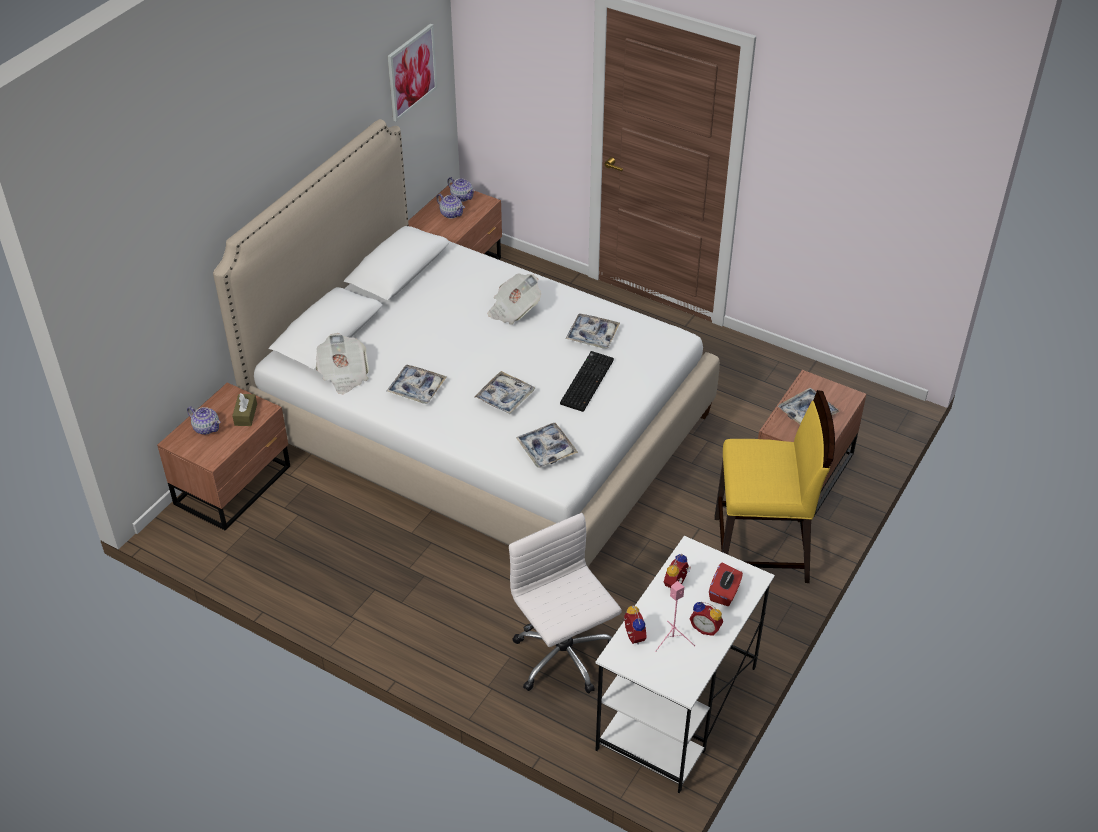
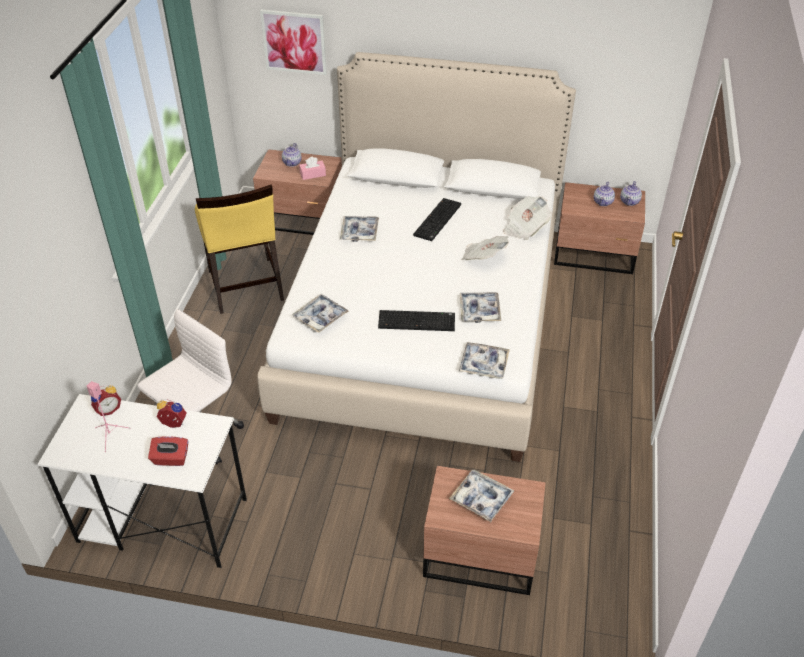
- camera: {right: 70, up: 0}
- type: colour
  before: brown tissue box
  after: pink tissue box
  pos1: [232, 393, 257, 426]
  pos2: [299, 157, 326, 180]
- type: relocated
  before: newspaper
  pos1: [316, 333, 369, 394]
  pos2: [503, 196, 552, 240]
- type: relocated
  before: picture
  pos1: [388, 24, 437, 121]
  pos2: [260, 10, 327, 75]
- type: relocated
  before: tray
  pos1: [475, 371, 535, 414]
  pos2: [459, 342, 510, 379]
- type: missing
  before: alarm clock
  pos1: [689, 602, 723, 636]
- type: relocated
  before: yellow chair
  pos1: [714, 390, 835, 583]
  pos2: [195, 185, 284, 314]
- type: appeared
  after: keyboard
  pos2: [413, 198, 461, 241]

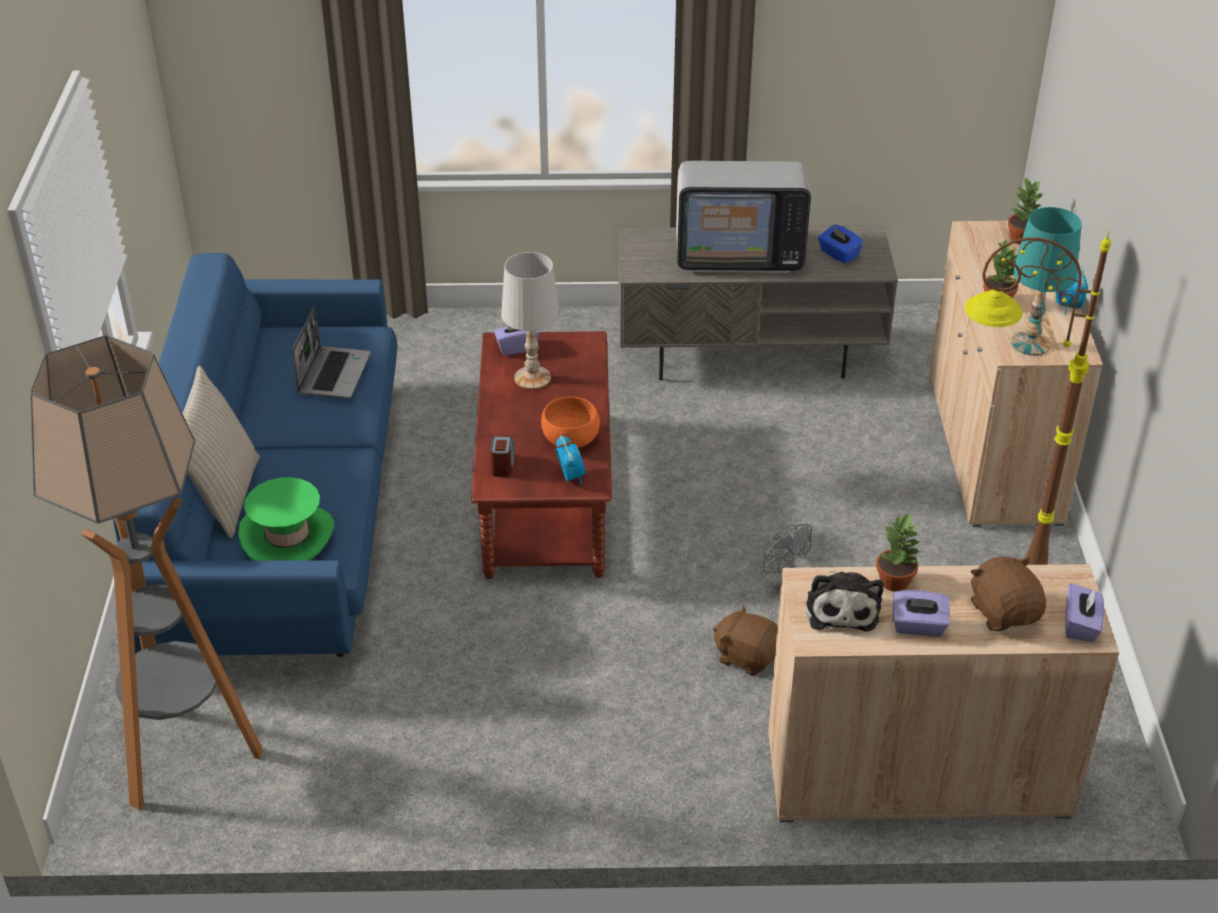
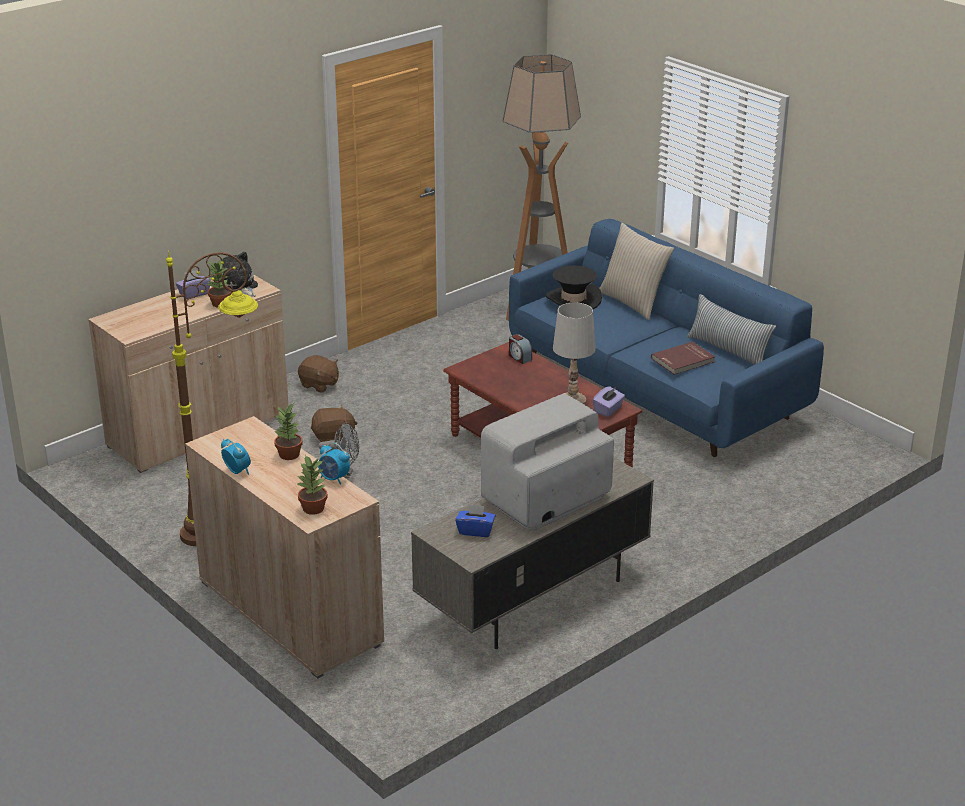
- camera: {right: 140, up: -10}
- type: colour
  before: green hat
  after: black hat
  pos1: [238, 477, 334, 561]
  pos2: [546, 265, 602, 309]
- type: exchanged
  before: laptop
  after: red book
  pos1: [292, 305, 371, 398]
  pos2: [651, 342, 715, 375]
- type: missing
  before: orange bowl
  pos1: [541, 397, 600, 448]
- type: relocated
  before: alarm clock
  pos1: [556, 435, 586, 485]
  pos2: [318, 443, 350, 485]
- type: relocated
  before: brown plush toy
  pos1: [970, 556, 1046, 631]
  pos2: [298, 355, 339, 393]
- type: missing
  before: turquoise table lamp
  pos1: [1011, 207, 1082, 356]
- type: missing
  before: purple tissue box
  pos1: [1065, 583, 1104, 642]
- type: appeared
  after: pillow
  pos2: [687, 294, 776, 365]

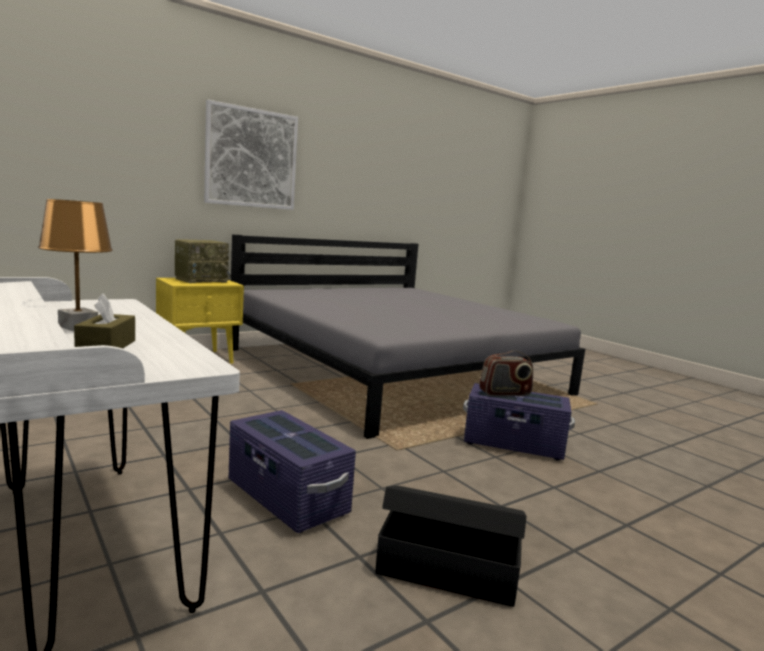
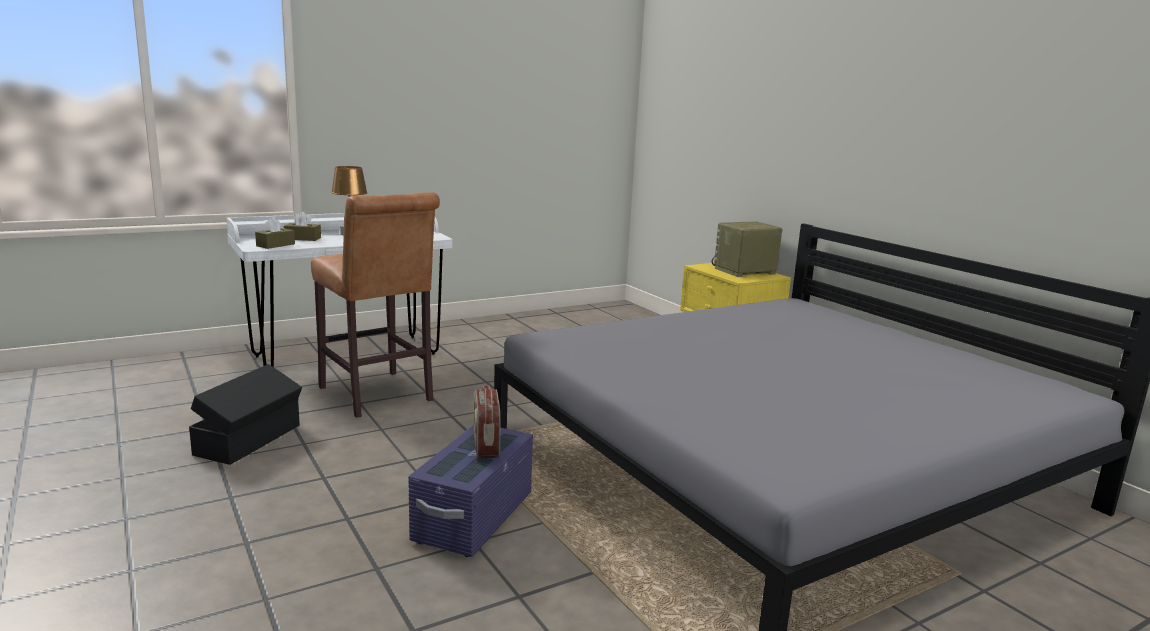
- camera: {right: 95, up: 5}
- type: spun
  before: radio
  pos1: [175, 239, 231, 283]
  pos2: [712, 221, 782, 277]
  turn: 105
- type: missing
  before: picture
  pos1: [204, 100, 298, 210]
- type: exchanged
  before: purple storage box
  after: brown stool
  pos1: [229, 410, 356, 533]
  pos2: [311, 193, 440, 418]
- type: appeared
  after: brown tissue box
  pos2: [255, 217, 295, 249]

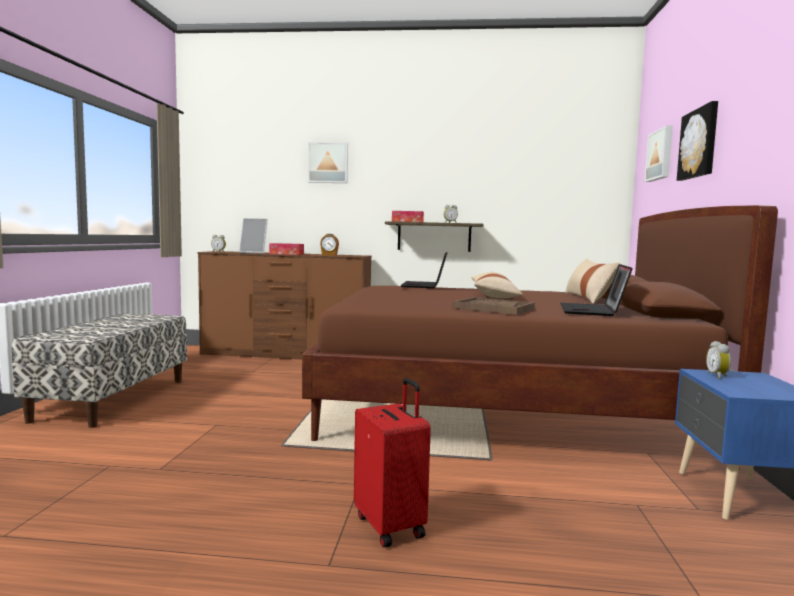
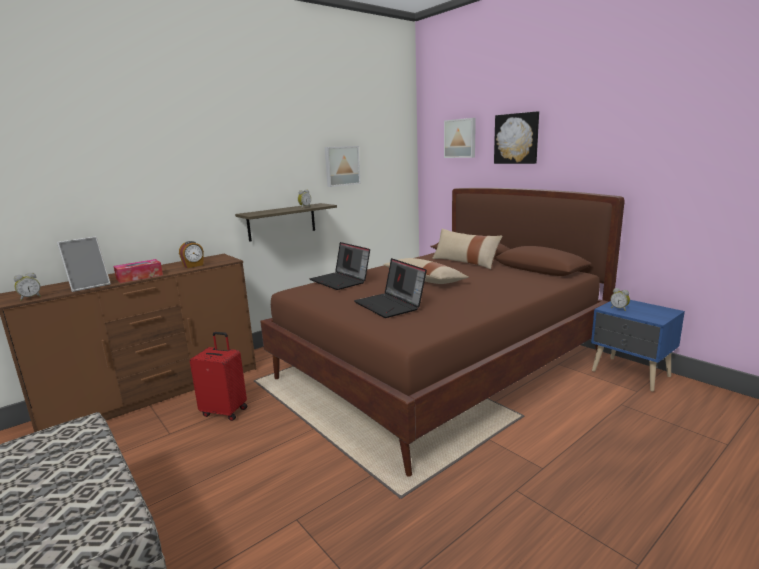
- camera: {right: -45, up: 10}
- type: relocated
  before: picture
  pos1: [308, 142, 348, 183]
  pos2: [325, 146, 361, 187]
- type: relocated
  before: red suitcase
  pos1: [354, 378, 431, 548]
  pos2: [190, 332, 247, 421]
- type: missing
  before: tissue box
  pos1: [392, 211, 424, 222]
- type: missing
  before: brown tray
  pos1: [452, 297, 535, 315]
- type: relocated
  before: laptop
  pos1: [560, 264, 633, 316]
  pos2: [354, 258, 427, 318]

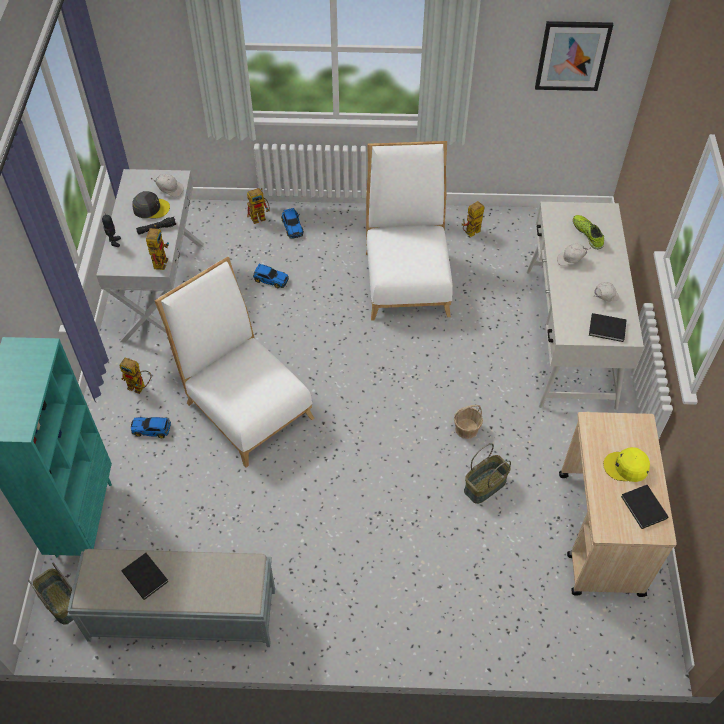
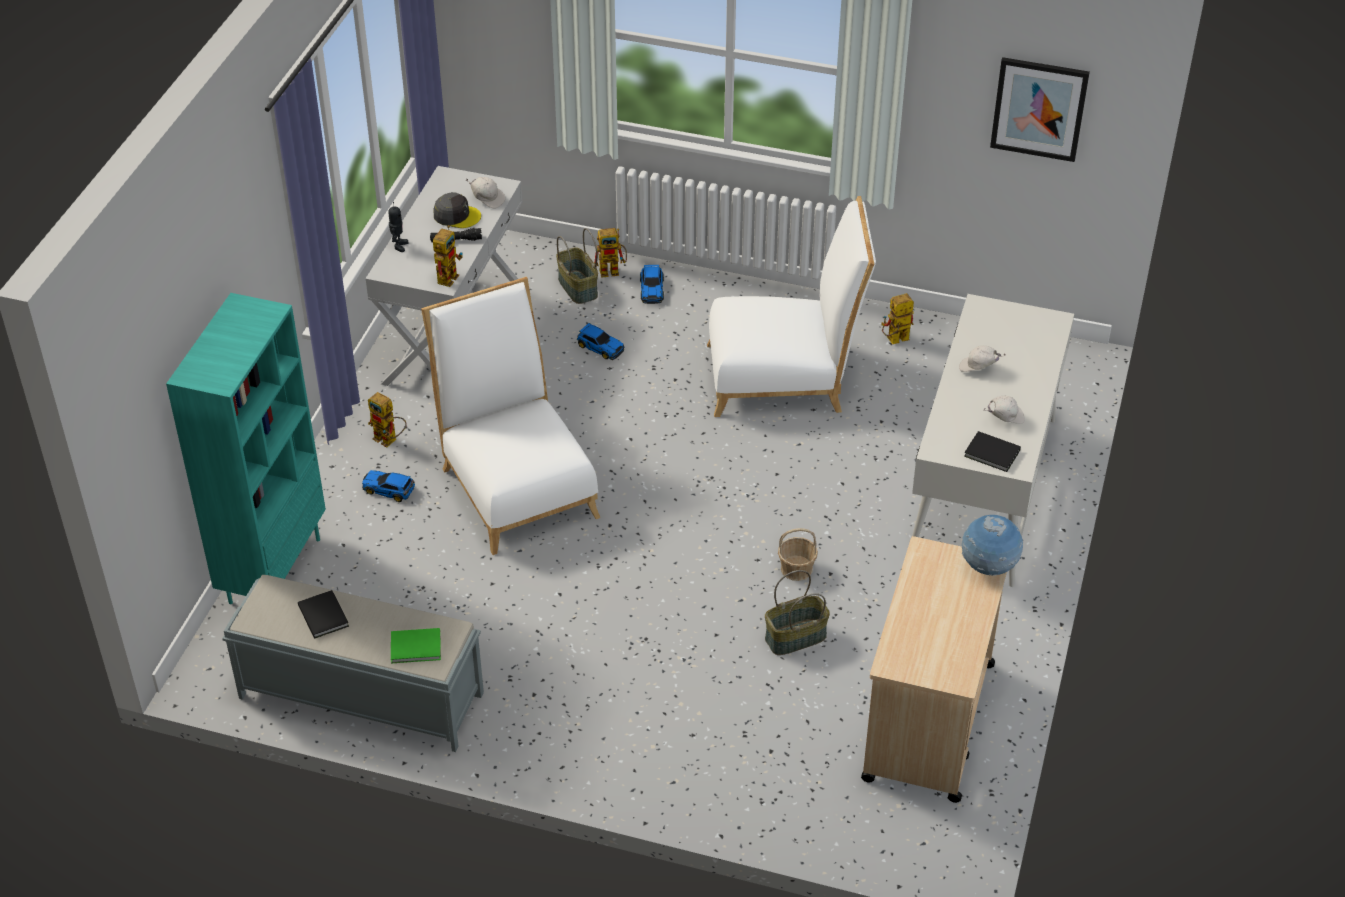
- camera: {right: 15, up: -10}
- type: relocated
  before: basket
  pos1: [28, 563, 73, 625]
  pos2: [556, 228, 598, 304]
- type: spun
  before: white chair
  pos1: [366, 141, 453, 321]
  pos2: [707, 196, 876, 417]
  turn: 75
- type: missing
  before: shoe
  pos1: [573, 215, 604, 250]
- type: missing
  before: yellow cap
  pos1: [603, 447, 650, 482]
- type: missing
  before: black book
  pos1: [621, 485, 668, 529]
- type: appeared
  after: green book
  pos2: [391, 628, 441, 663]
- type: appeared
  after: globe
  pos2: [962, 515, 1023, 575]

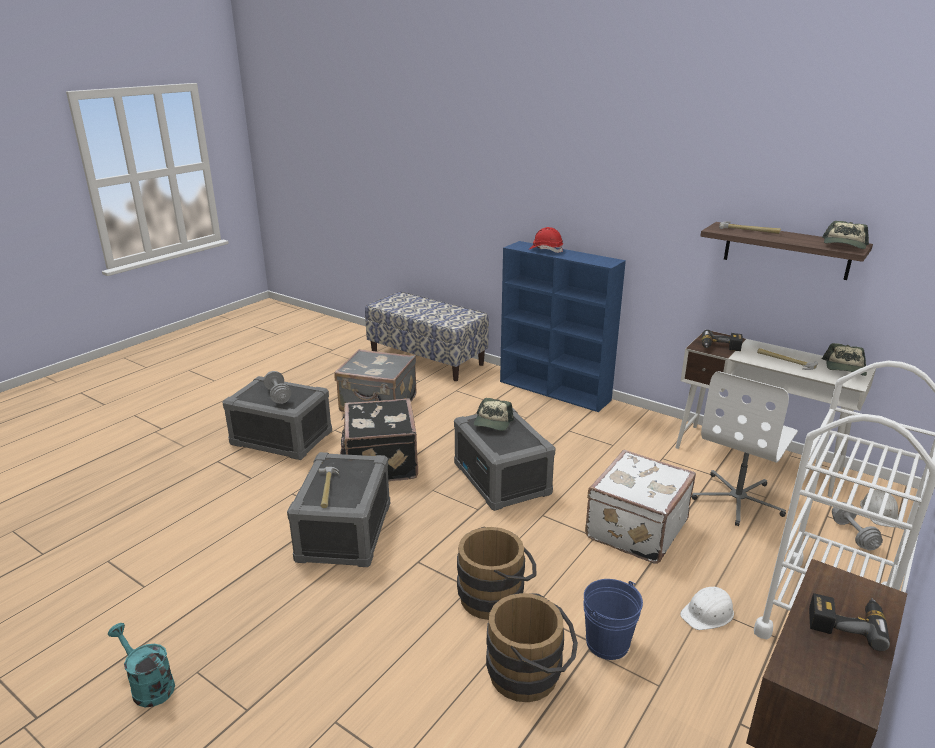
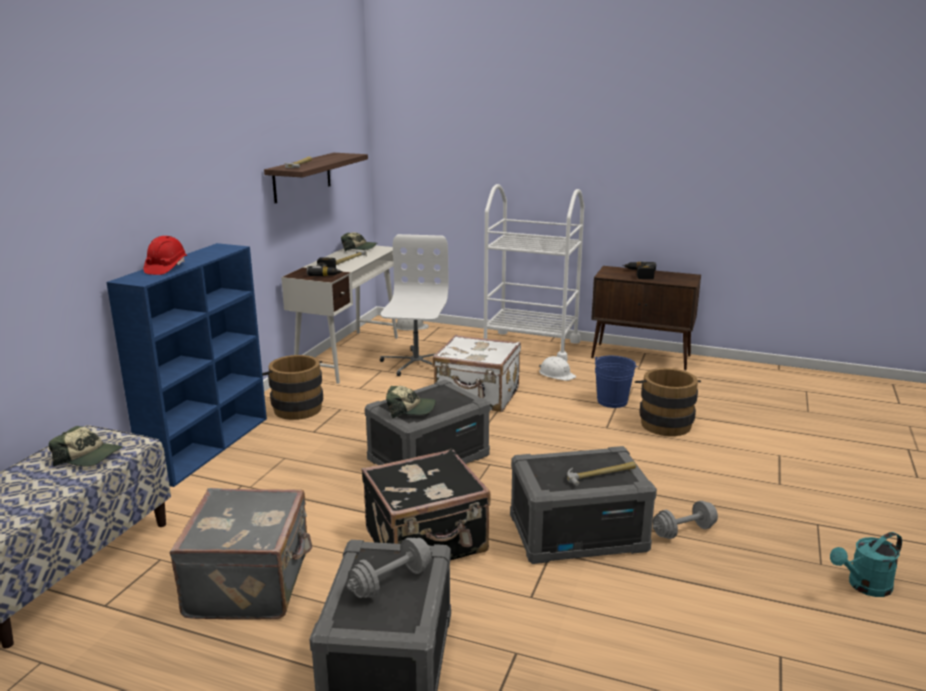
- camera: {right: -105, up: -5}
- type: spun
  before: turquoise watering can
  pos1: [107, 623, 175, 707]
  pos2: [830, 532, 902, 597]
  turn: 45
- type: relocated
  before: brown bucket
  pos1: [457, 527, 537, 620]
  pos2: [262, 355, 323, 420]
- type: spun
  before: white office chair
  pos1: [692, 371, 798, 526]
  pos2: [380, 234, 449, 376]
  turn: -105
- type: relocated
  before: cap
  pos1: [822, 221, 869, 249]
  pos2: [49, 426, 123, 466]
- type: relocated
  before: grey dumbbell
  pos1: [832, 502, 883, 551]
  pos2: [653, 501, 718, 539]

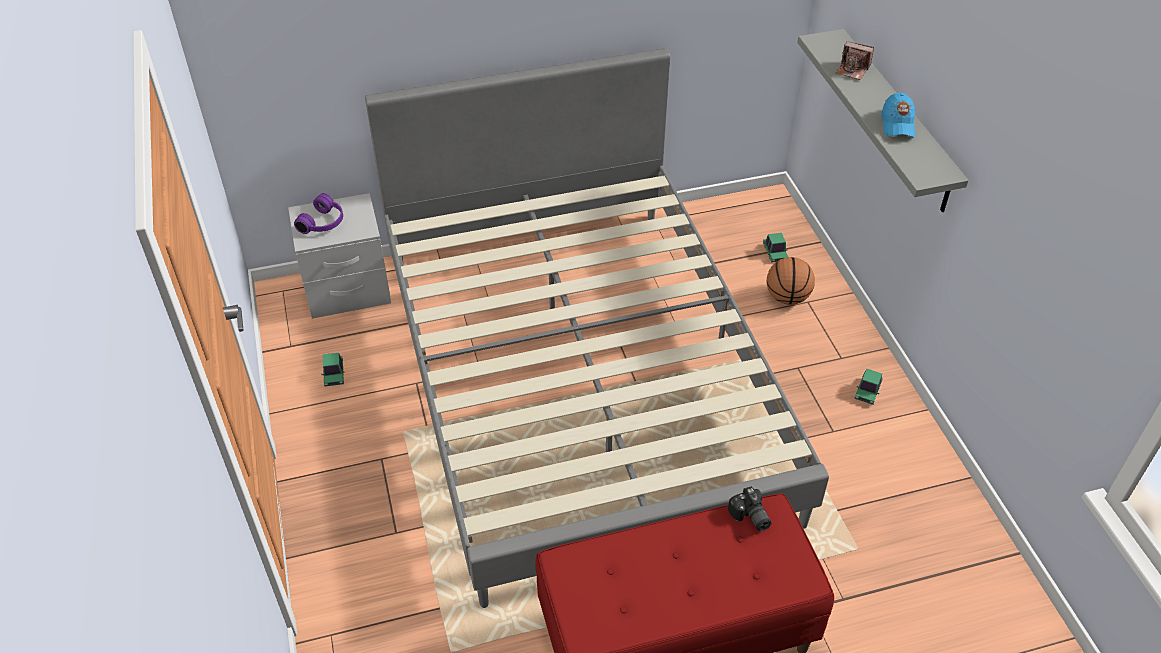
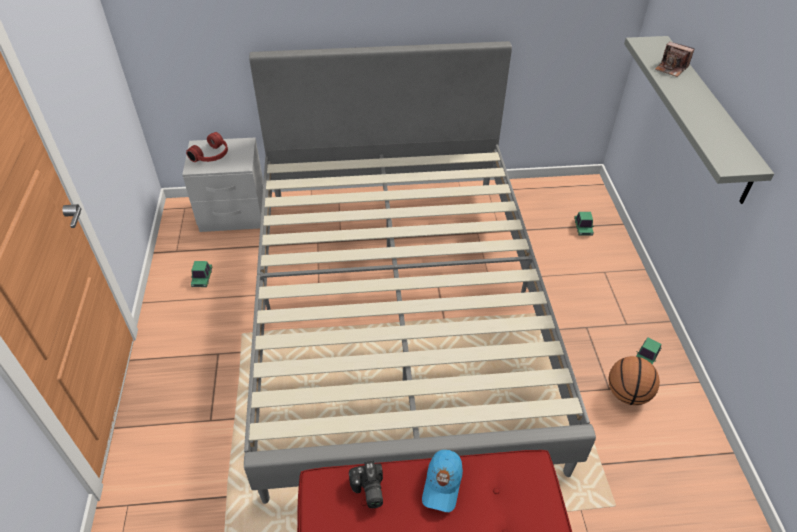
- camera: {right: 10, up: 0}
- type: colour
  before: purple headphones
  after: red headphones
  pos1: [294, 193, 343, 234]
  pos2: [186, 132, 228, 162]
- type: relocated
  before: photo camera
  pos1: [728, 486, 771, 531]
  pos2: [349, 461, 383, 508]
- type: relocated
  before: basketball
  pos1: [767, 257, 815, 305]
  pos2: [608, 356, 660, 405]
- type: relocated
  before: blue cap
  pos1: [881, 93, 915, 137]
  pos2: [422, 450, 463, 512]

